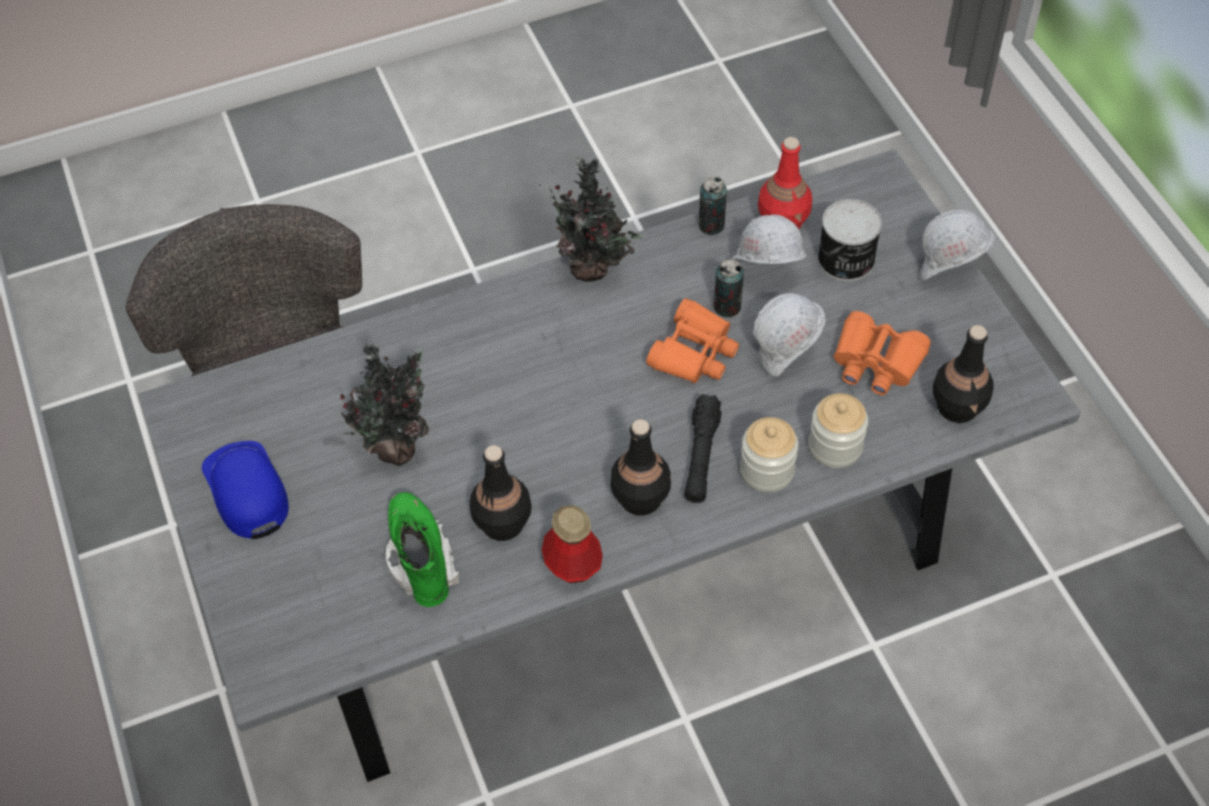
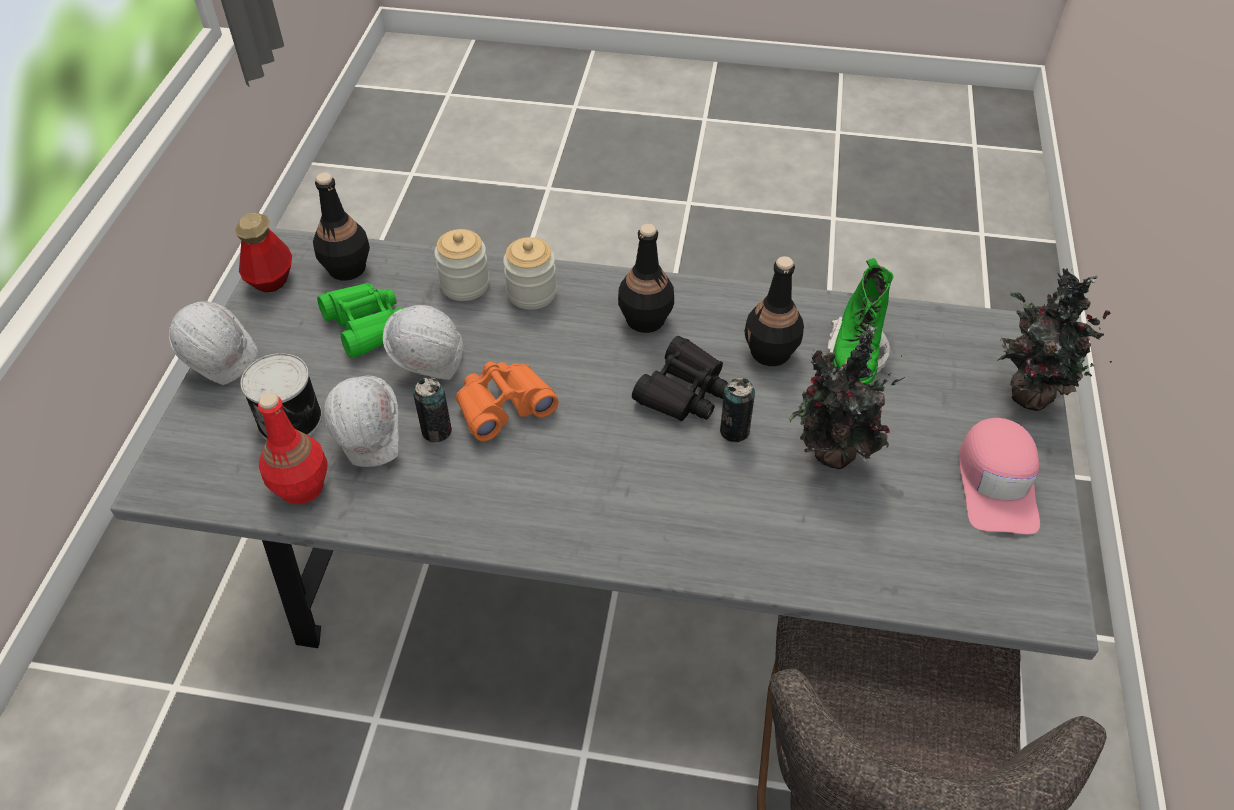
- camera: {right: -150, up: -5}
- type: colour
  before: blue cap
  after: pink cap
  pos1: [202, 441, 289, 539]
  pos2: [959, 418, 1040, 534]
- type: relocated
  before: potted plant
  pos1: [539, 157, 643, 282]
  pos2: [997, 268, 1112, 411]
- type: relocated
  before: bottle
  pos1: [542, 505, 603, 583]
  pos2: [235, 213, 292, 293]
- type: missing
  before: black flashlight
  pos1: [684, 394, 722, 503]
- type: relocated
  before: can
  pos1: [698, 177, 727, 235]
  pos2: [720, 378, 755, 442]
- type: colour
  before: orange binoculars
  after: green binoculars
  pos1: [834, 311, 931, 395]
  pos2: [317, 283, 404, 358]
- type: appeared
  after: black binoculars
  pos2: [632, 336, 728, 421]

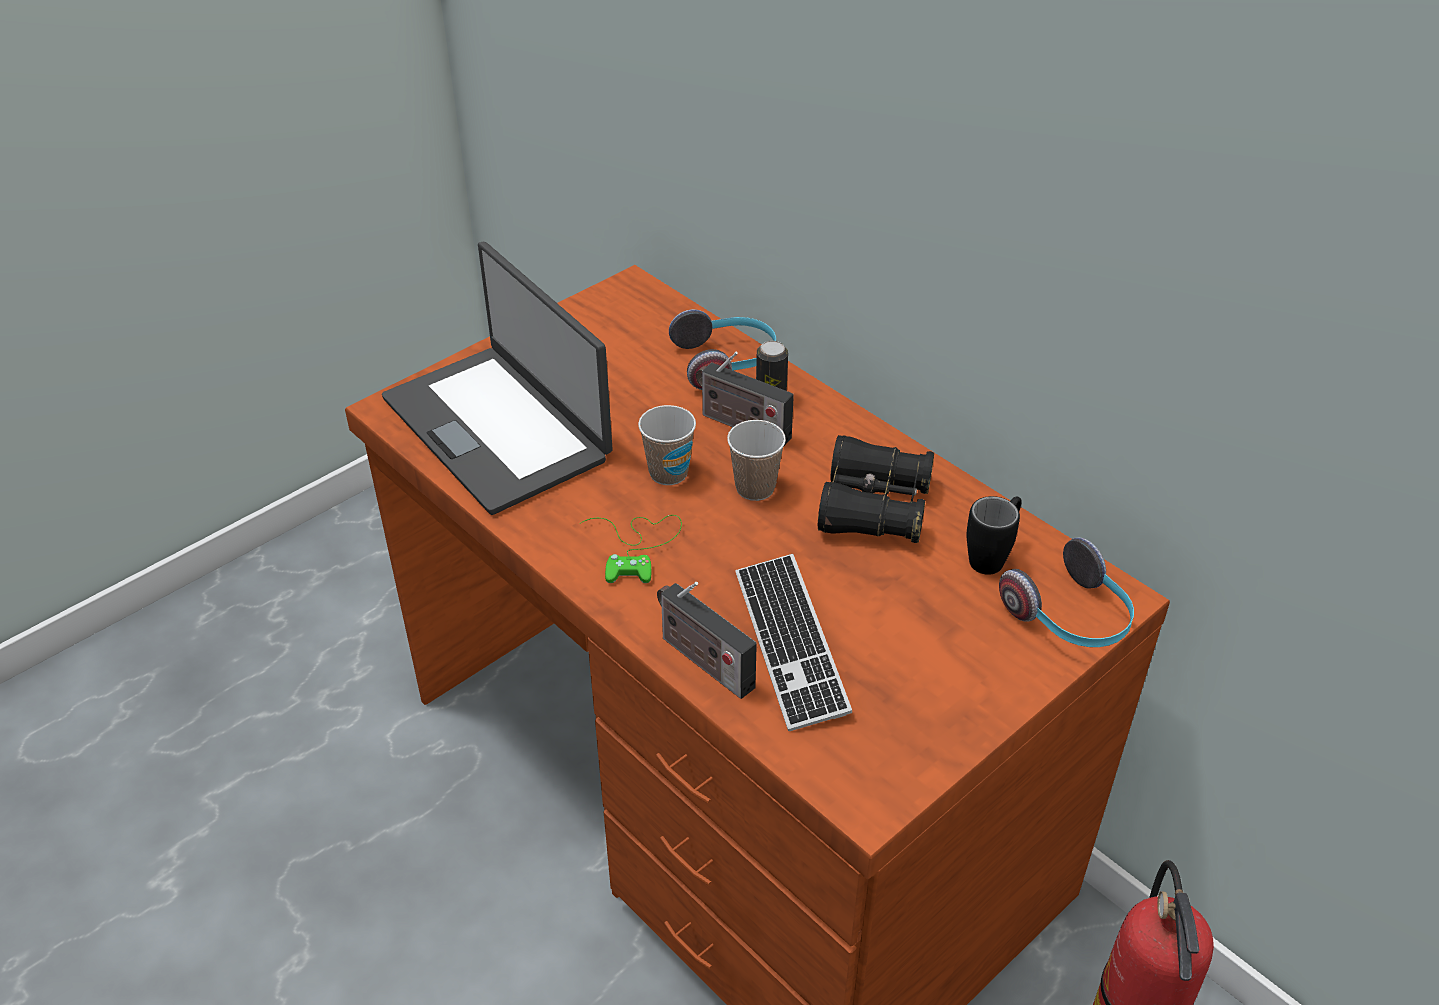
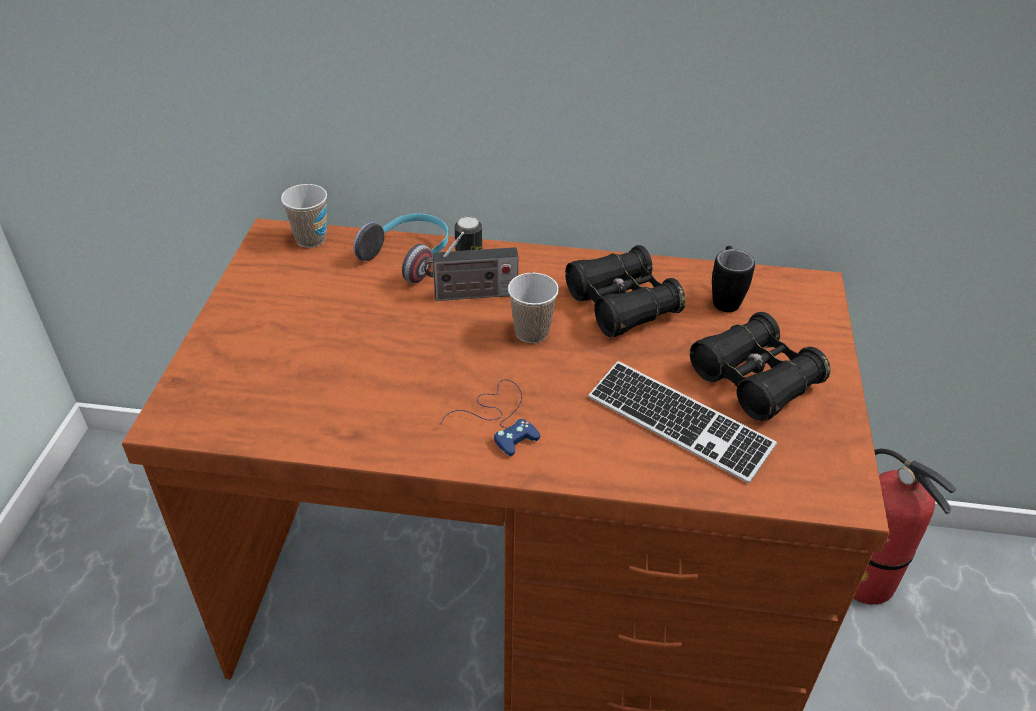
- camera: {right: -40, up: 0}
- type: missing
  before: laptop
  pos1: [382, 242, 613, 515]
- type: colour
  before: green game controller
  after: blue game controller
  pos1: [579, 515, 682, 583]
  pos2: [440, 380, 540, 456]
- type: relocated
  before: cup
  pos1: [638, 405, 696, 485]
  pos2: [281, 184, 327, 248]
- type: missing
  before: radio
  pos1: [657, 582, 757, 699]
- type: missing
  before: headphones
  pos1: [999, 537, 1134, 647]
- type: appeared
  after: black binoculars
  pos2: [690, 312, 831, 421]

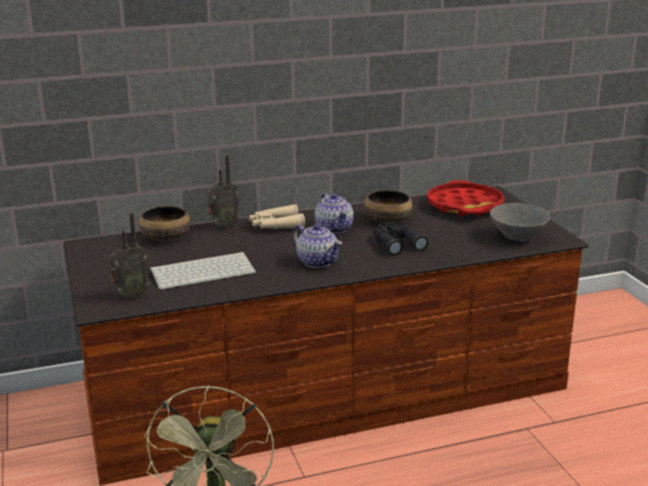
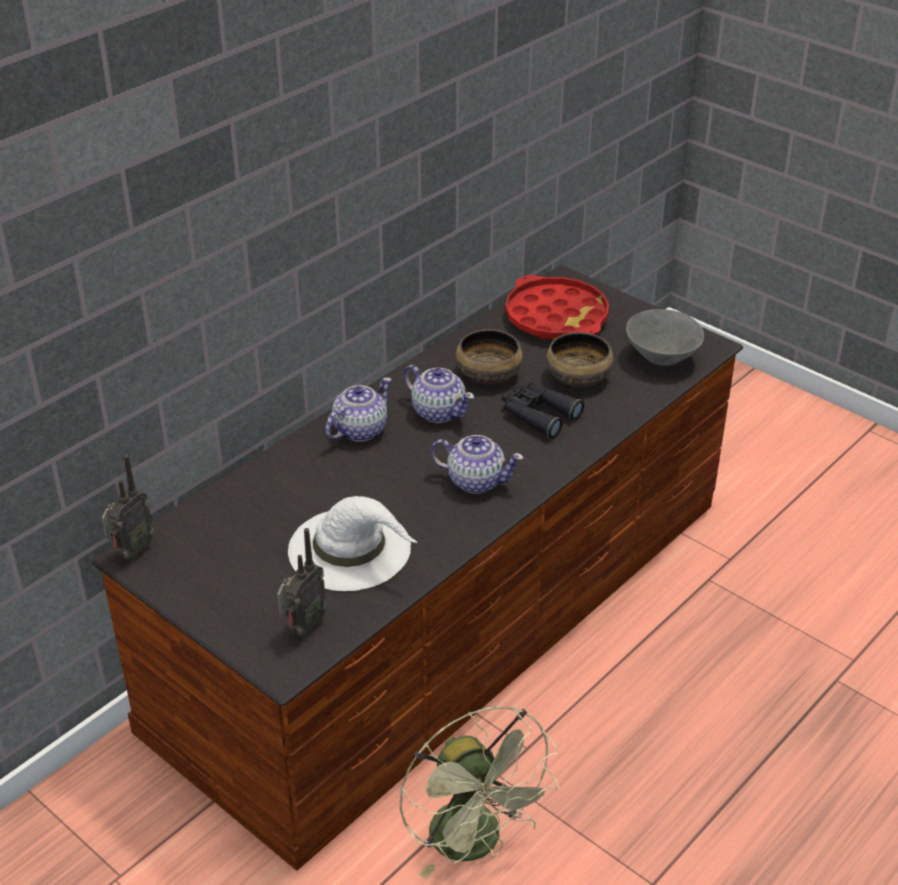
- camera: {right: -30, up: 15}
- type: relocated
  before: bowl
  pos1: [139, 206, 190, 241]
  pos2: [546, 332, 614, 387]
- type: exchanged
  before: keyboard
  after: white hat
  pos1: [150, 252, 256, 290]
  pos2: [288, 496, 418, 591]
- type: relocated
  before: radio
  pos1: [207, 154, 240, 229]
  pos2: [102, 455, 154, 560]
- type: exchanged
  before: beige binoculars
  after: teapot
  pos1: [249, 204, 305, 229]
  pos2: [326, 377, 392, 441]

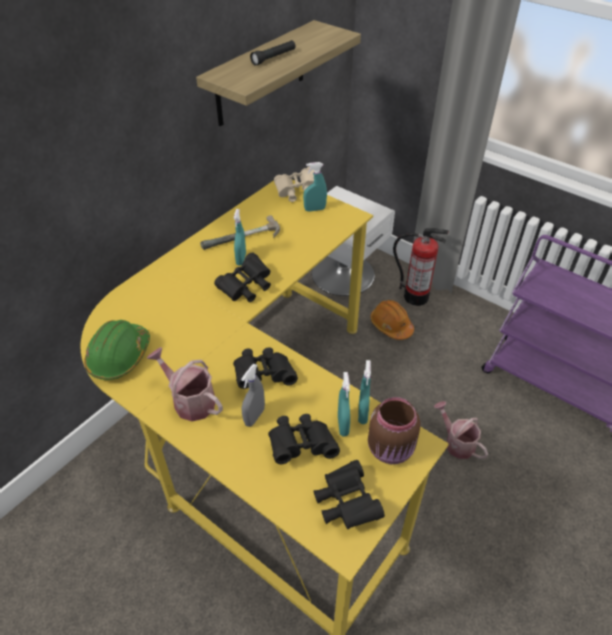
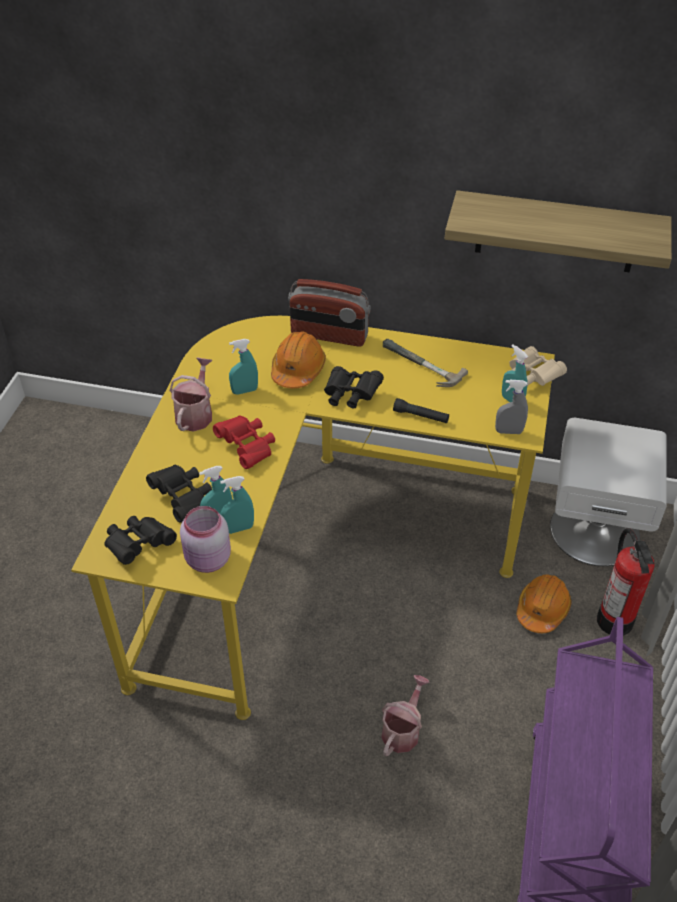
- camera: {right: 65, up: 0}
- type: missing
  before: green hard hat
  pos1: [84, 320, 150, 380]
- type: colour
  before: black binoculars
  after: red binoculars
  pos1: [233, 347, 298, 389]
  pos2: [213, 415, 275, 469]
- type: relocated
  before: turquoise spray bottle
  pos1: [234, 209, 246, 266]
  pos2: [229, 339, 258, 395]
- type: relocated
  before: grey spray bottle
  pos1: [241, 364, 265, 427]
  pos2: [495, 380, 528, 434]
- type: relocated
  before: black flashlight
  pos1: [250, 40, 295, 66]
  pos2: [393, 398, 449, 424]
- type: colour
  before: brown jar
  after: pink jar
  pos1: [368, 397, 420, 464]
  pos2: [180, 506, 231, 573]
- type: appeared
  after: orange hard hat
  pos2: [271, 331, 326, 389]
- type: appeared
  after: radio
  pos2: [288, 279, 371, 347]

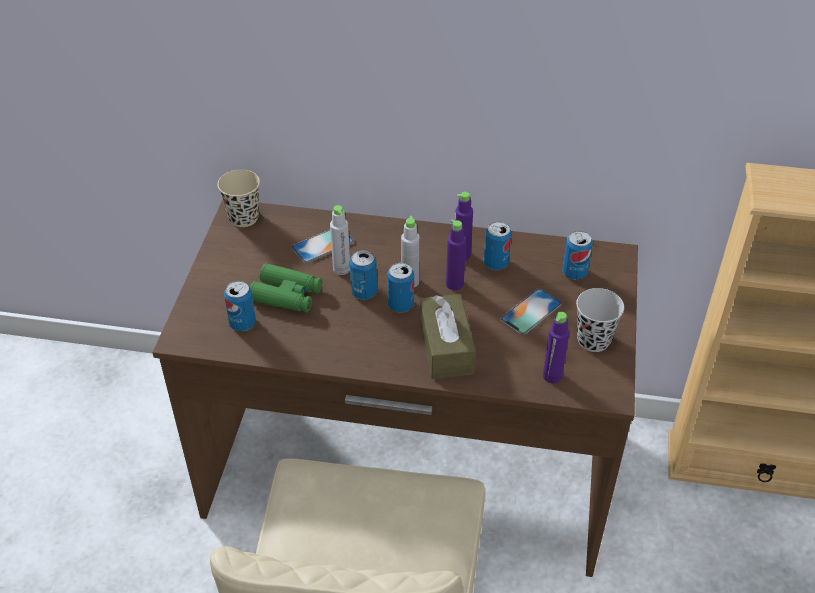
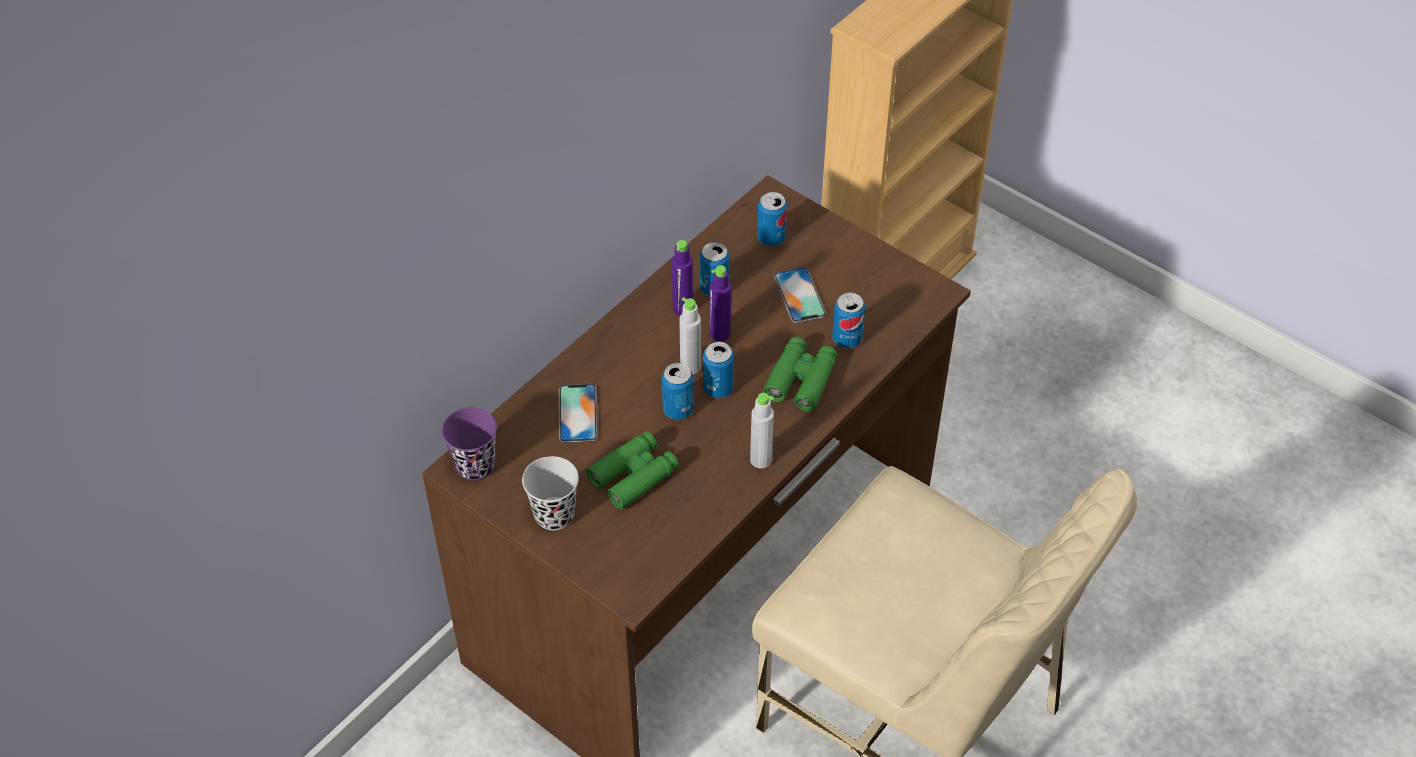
- camera: {right: -60, up: 5}
- type: colour
  before: beige cup
  after: purple cup
  pos1: [217, 170, 260, 227]
  pos2: [442, 407, 497, 481]
- type: relocated
  before: can
  pos1: [224, 281, 256, 331]
  pos2: [832, 293, 865, 348]
- type: relocated
  before: grey bottle
  pos1: [330, 205, 350, 275]
  pos2: [750, 393, 774, 468]
- type: exchanged
  before: brown tissue box
  after: green binoculars
  pos1: [419, 294, 476, 379]
  pos2: [763, 337, 837, 411]
- type: missing
  before: purple bottle
  pos1: [543, 312, 569, 383]
- type: relocated
  before: black cup
  pos1: [576, 288, 624, 352]
  pos2: [522, 456, 579, 531]

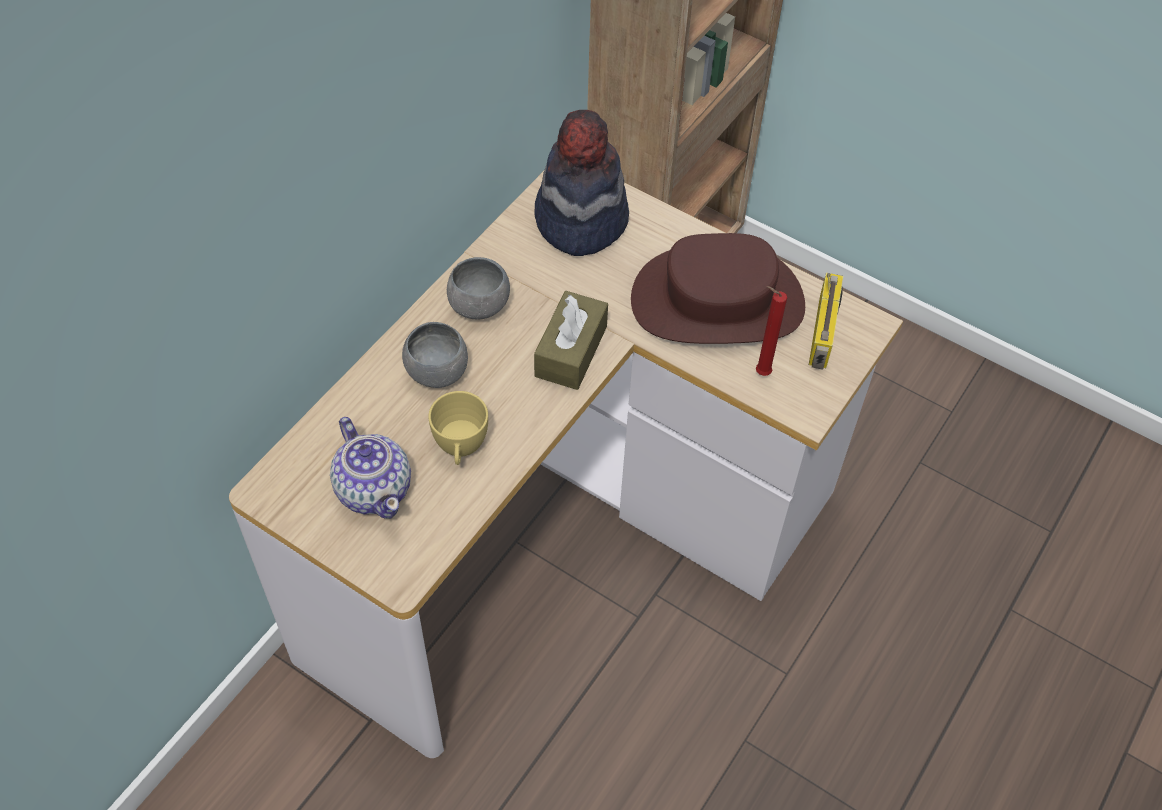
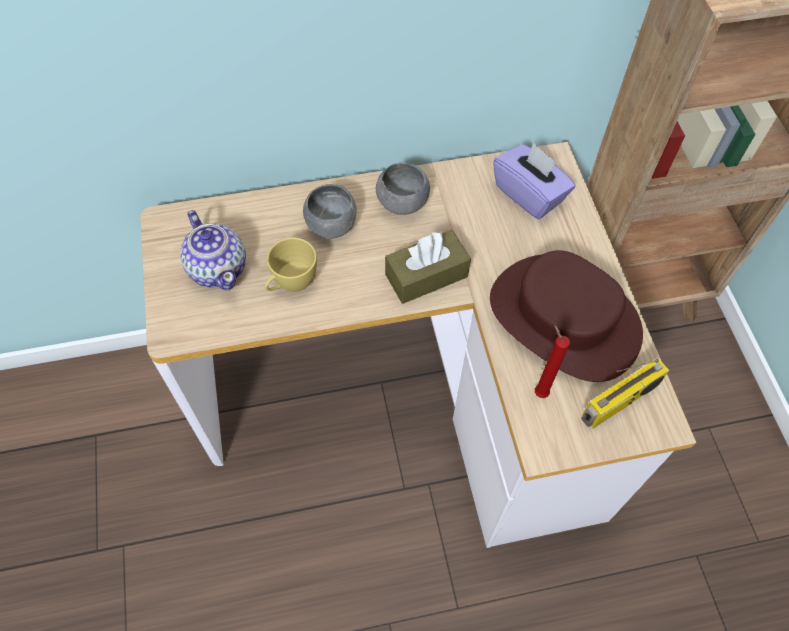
- camera: {right: 45, up: 5}
- type: spun
  before: teapot
  pos1: [330, 417, 411, 519]
  pos2: [180, 210, 246, 290]
  turn: -45
- type: exchanged
  before: hat
  after: purple tissue box
  pos1: [534, 110, 629, 256]
  pos2: [493, 143, 576, 219]

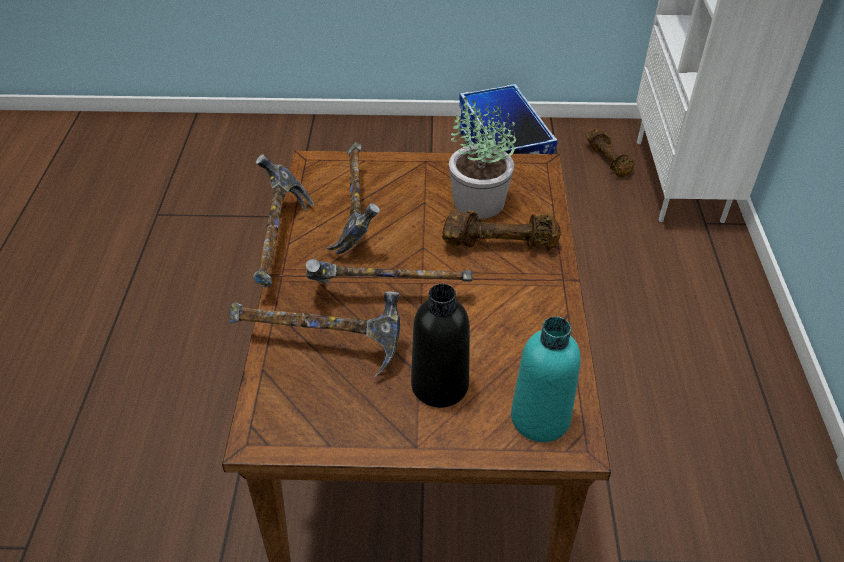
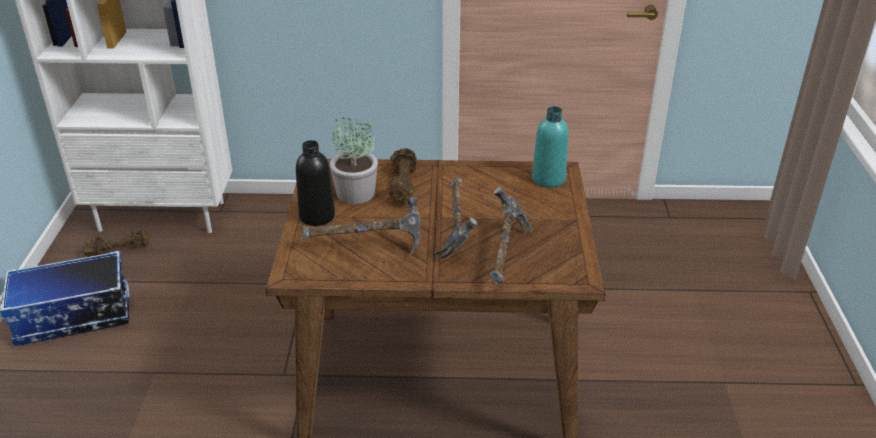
- camera: {right: -90, up: -10}
- type: missing
  before: hammer
  pos1: [253, 154, 314, 288]
- type: relocated
  before: black bottle
  pos1: [411, 284, 470, 408]
  pos2: [296, 140, 335, 226]

